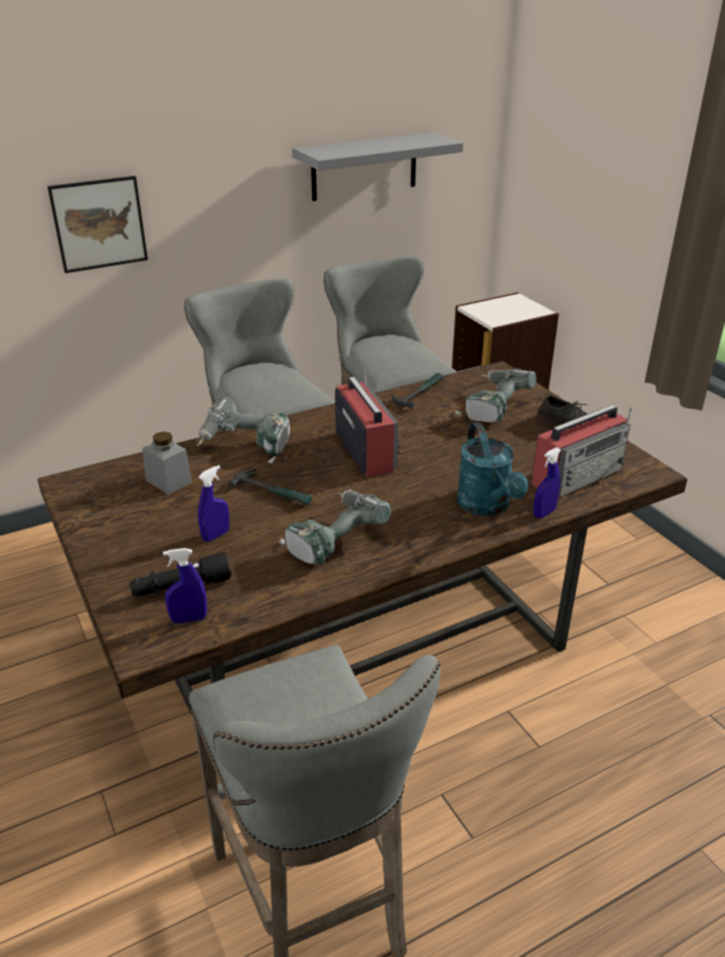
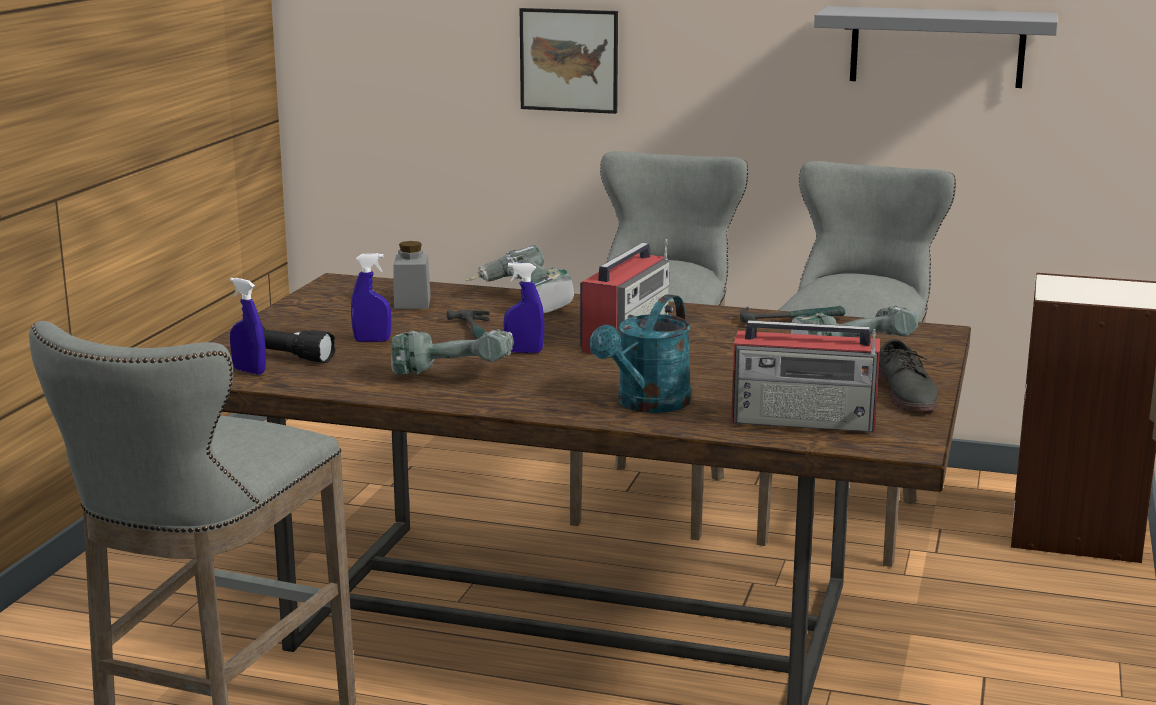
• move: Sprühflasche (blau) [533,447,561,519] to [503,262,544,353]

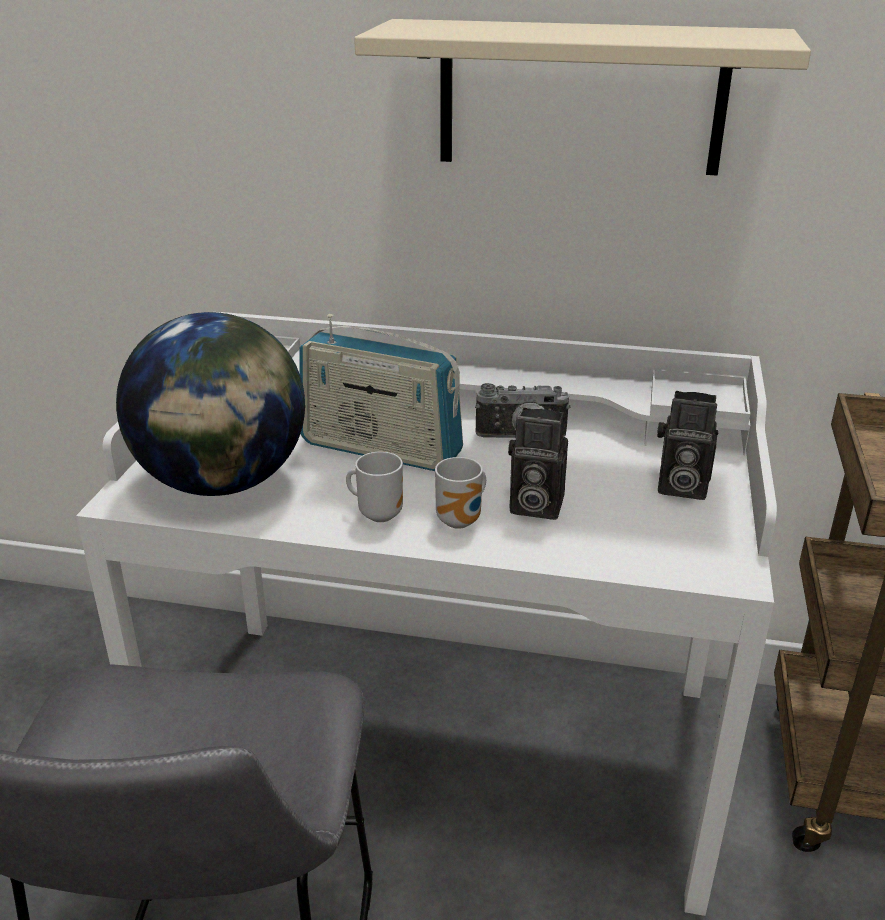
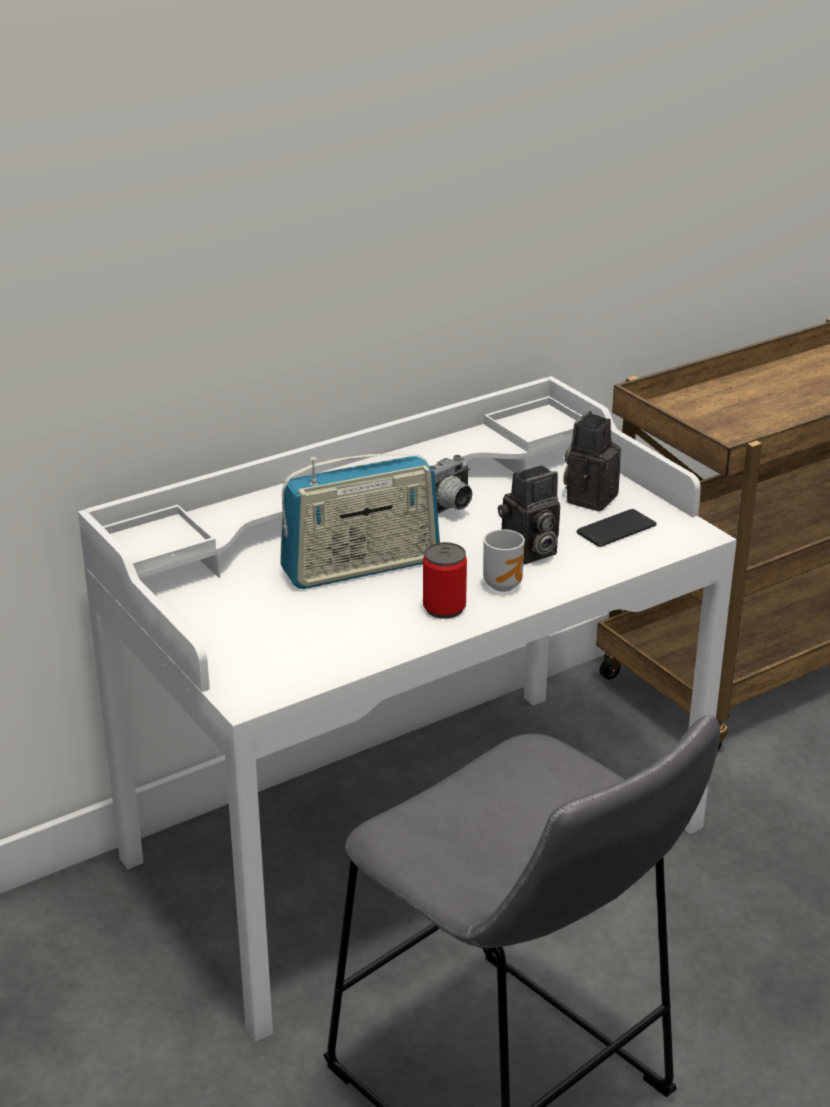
• delete: Globus [116,312,305,496]
• delete: Wandregal (beige) [354,19,811,176]
• insert: Handy [577,509,657,547]
• replace: Henkelbecher [346,452,403,522] to Dose [423,542,467,618]
• rotate: Kamera [657,391,719,500] = [563,411,621,511] 150 degrees clockwise

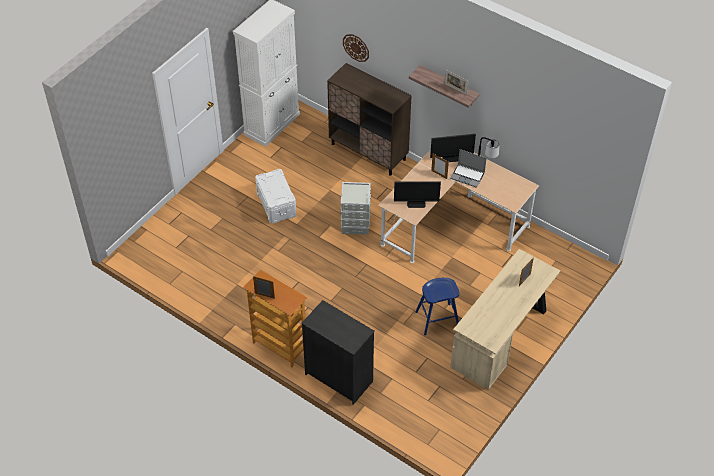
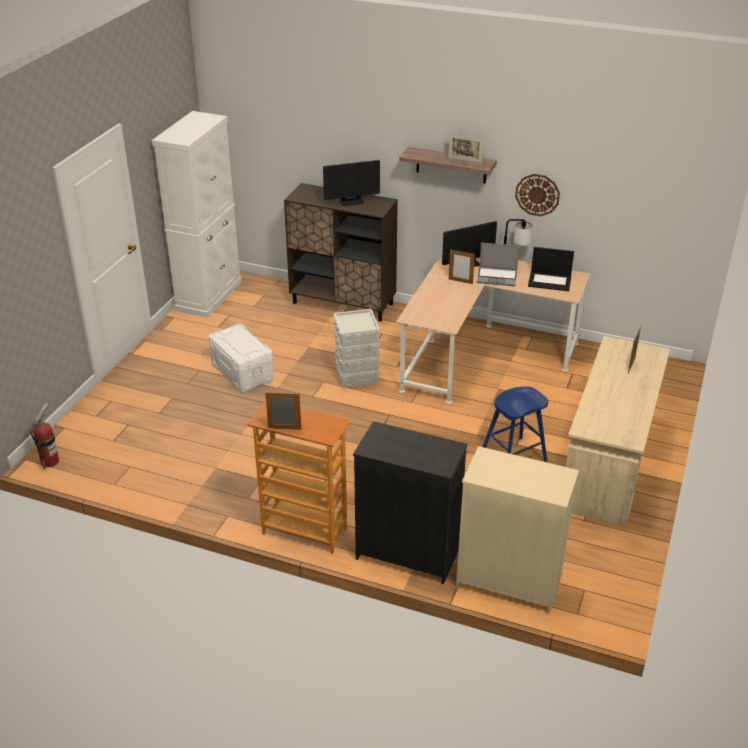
• insert: Feuerlöscher [31,403,59,469]
• insert: Kommode (beige) [456,446,579,614]
• insert: Laptop [528,247,574,291]
• move: Wanduhr [343,34,369,62] to [515,174,560,216]
• move: Monitor [394,181,441,208] to [323,160,380,206]

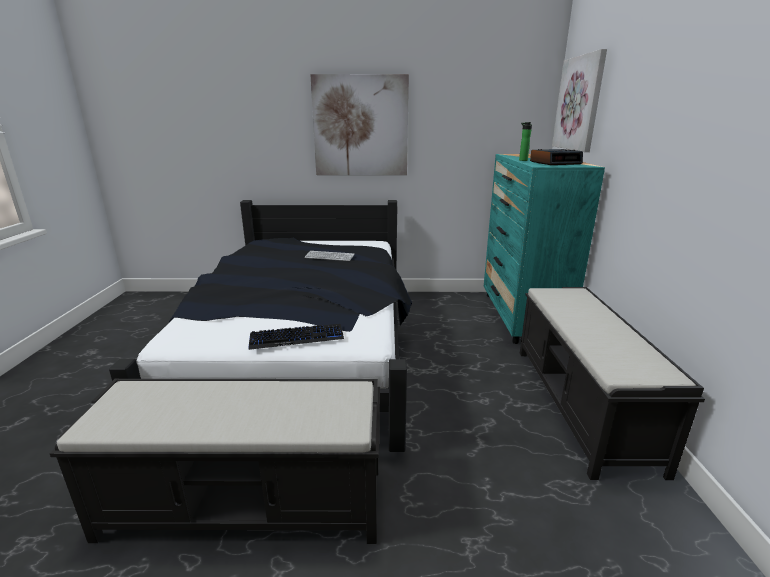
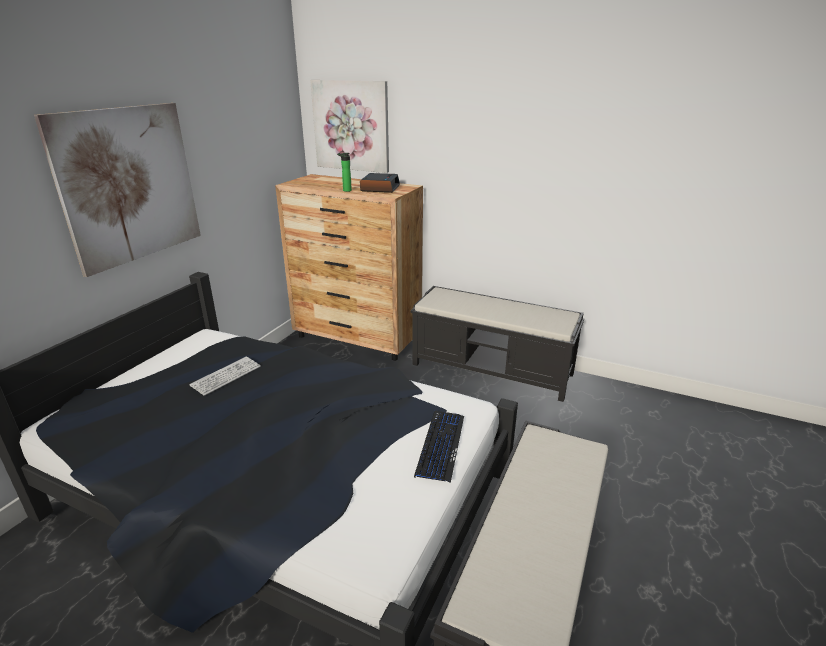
• recolor: Kommode (türkis) [484,154,605,344] to Kommode (braun) [275,174,423,361]

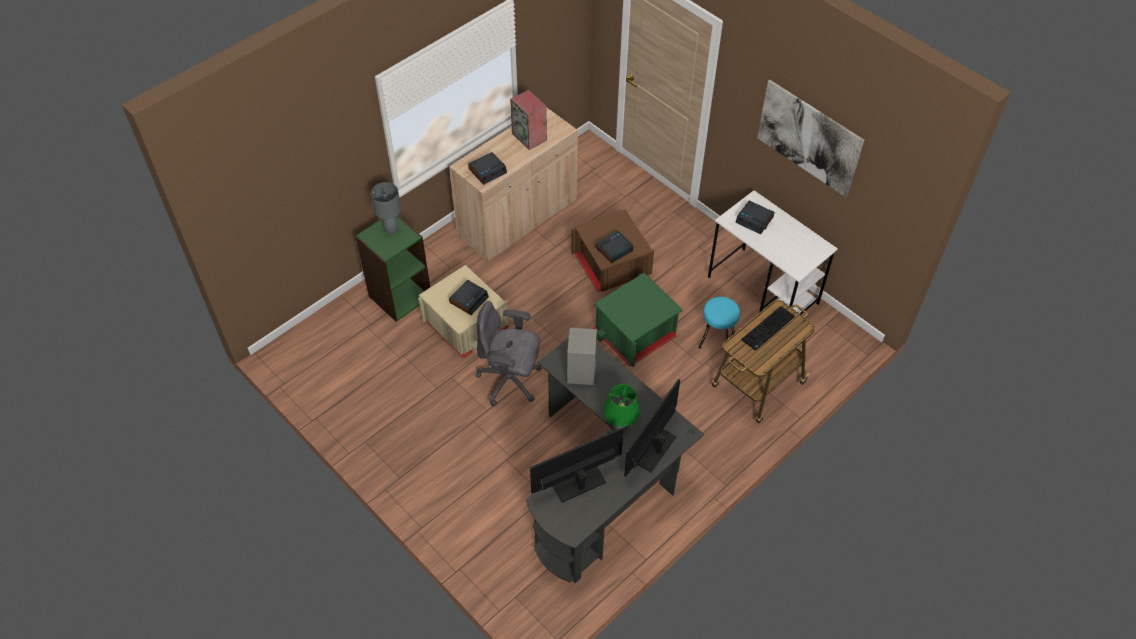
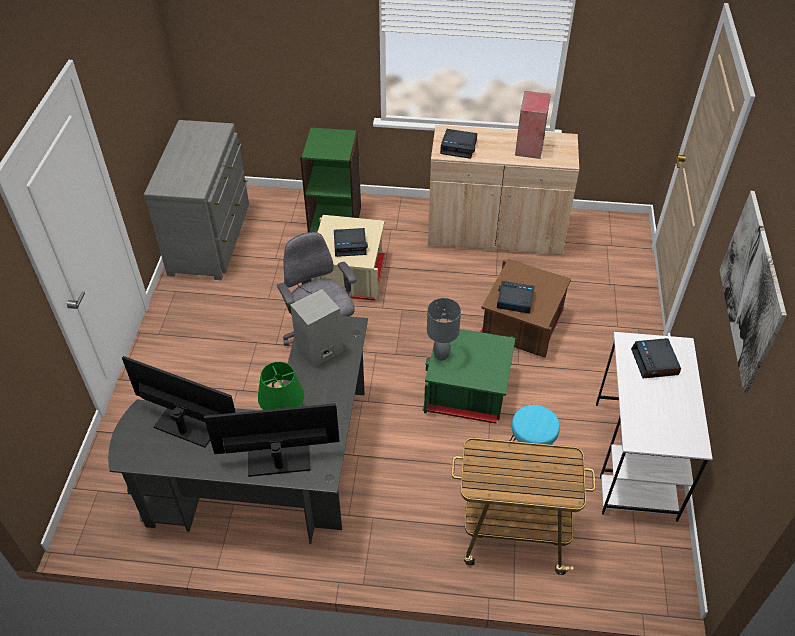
• delete: Tastatur [742,306,795,351]
• insert: Kommode (grau) [144,120,249,280]
• move: Tischlampe (grau) [371,182,401,235] to [427,298,461,361]

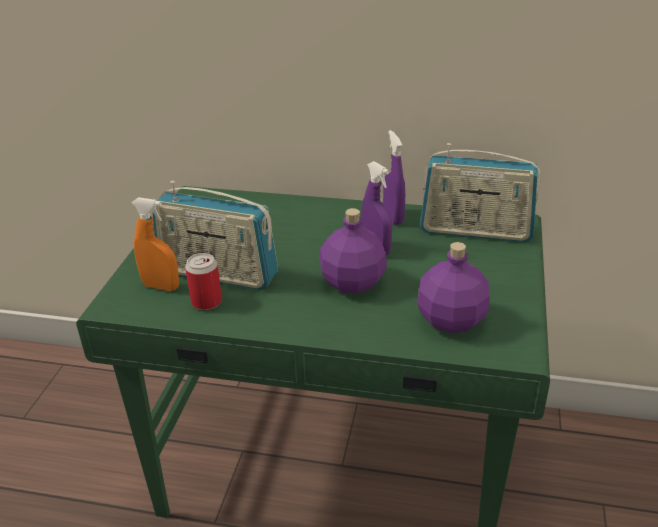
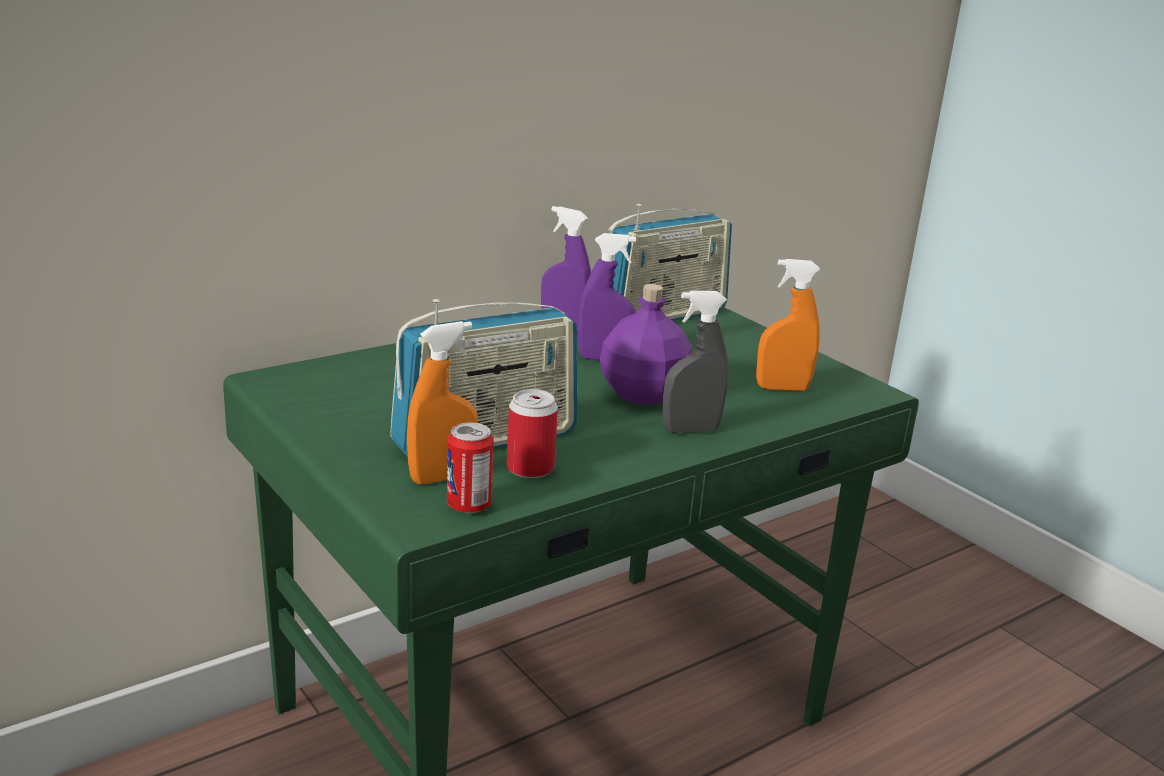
• insert: Dose [447,423,494,514]
• insert: Sprühflasche (grau) [662,291,728,433]
• replace: Flasche (lila) [418,242,490,333] to Sprühflasche (orange) [756,259,820,391]

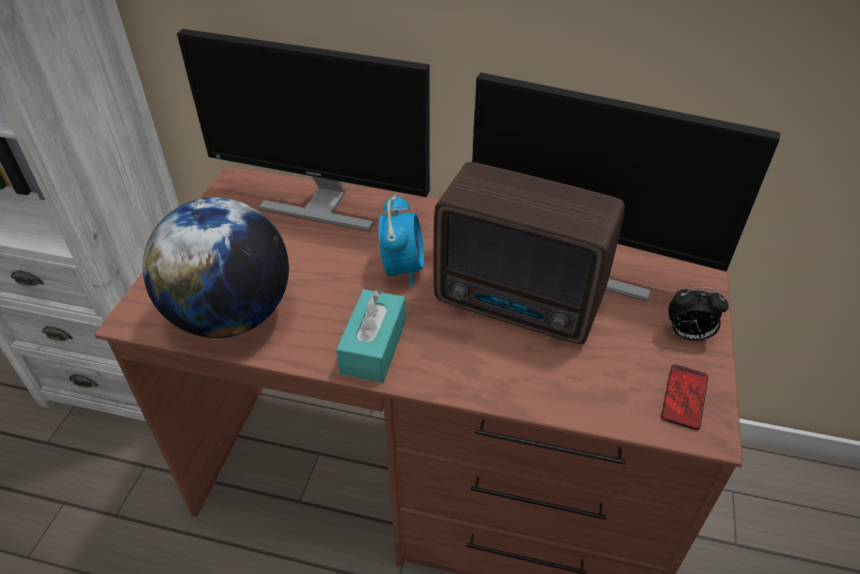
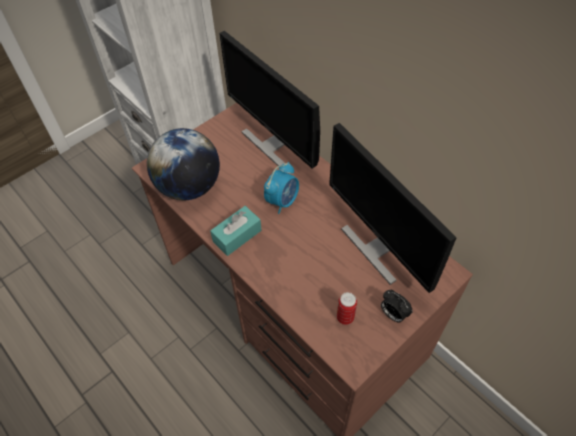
• delete: Radio [434,162,625,344]
• delete: Handy [661,365,708,430]
• insert: Dose [337,292,357,325]

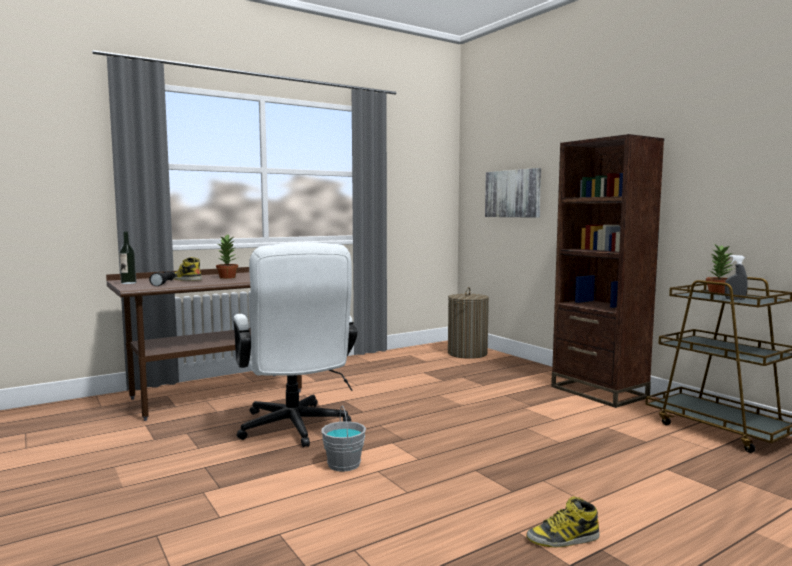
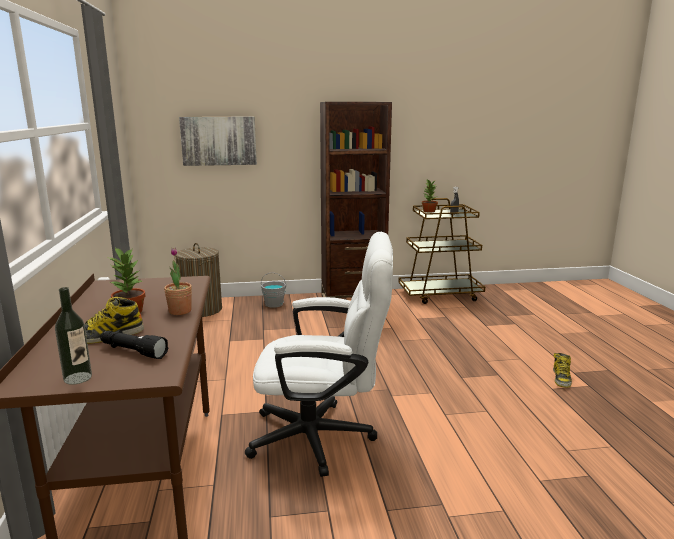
• insert: Topfpflanze [164,247,192,315]
• move: Eimer (grau) [321,406,366,472] to [261,273,286,308]

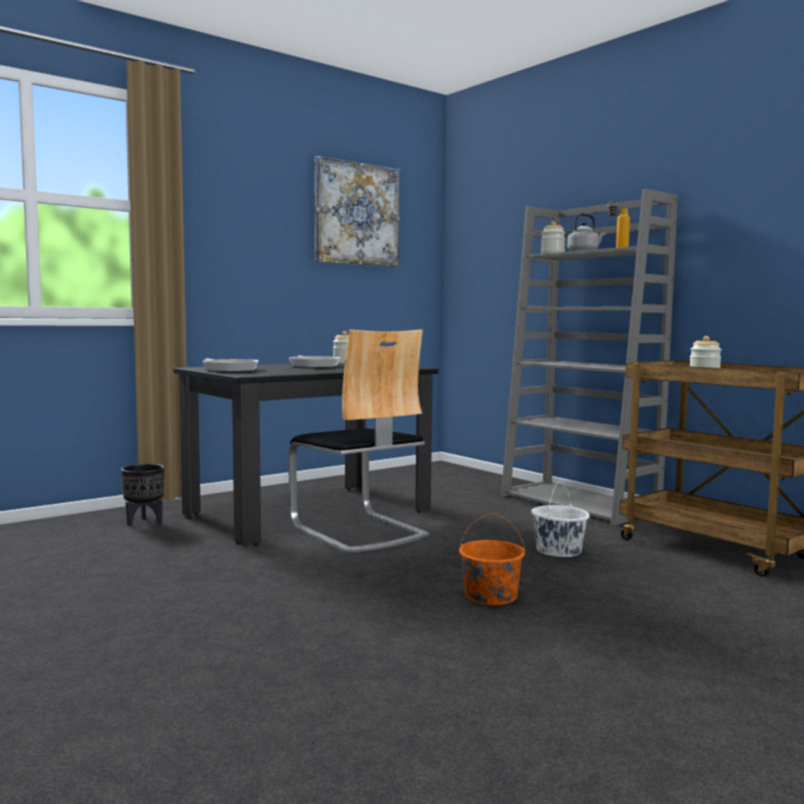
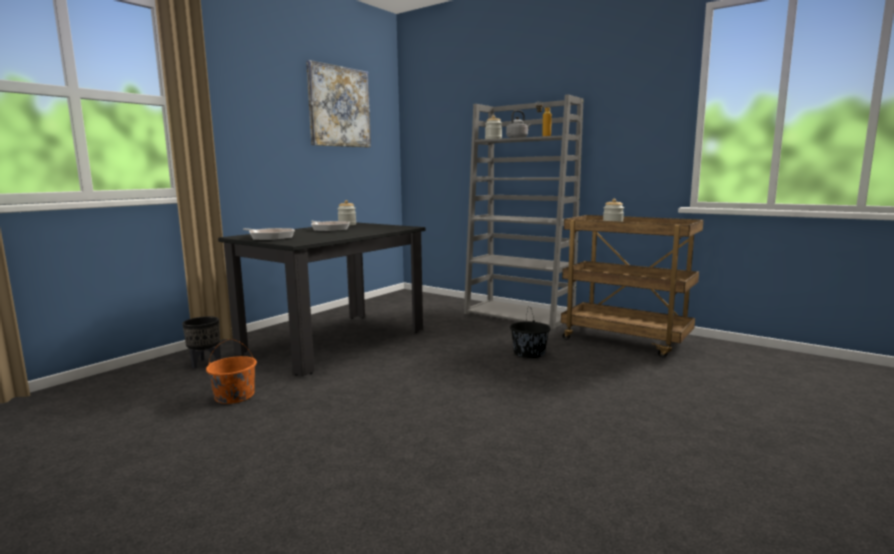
• delete: Stuhl [288,329,430,553]
• move: Eimer (orange) [459,513,525,605] to [206,339,257,404]
• recolor: Eimer (weiß) [531,482,590,557] to Eimer (schwarz) [510,306,551,358]

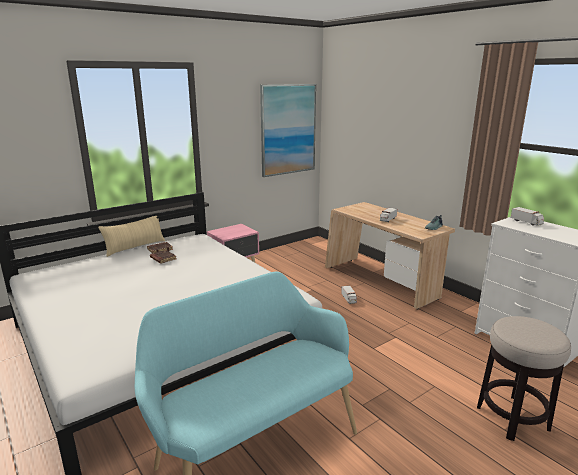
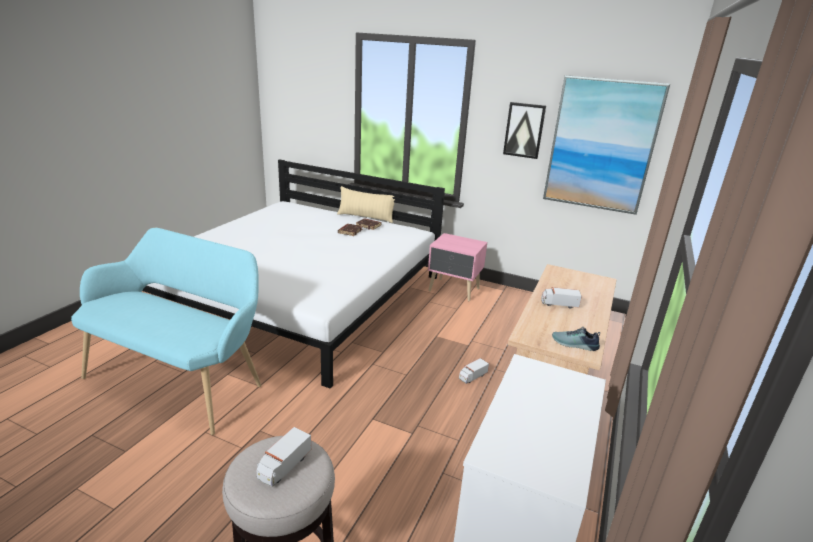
• insert: Bild [503,102,546,159]
• move: Spielzeuglaster [511,207,544,226] to [257,427,311,487]

